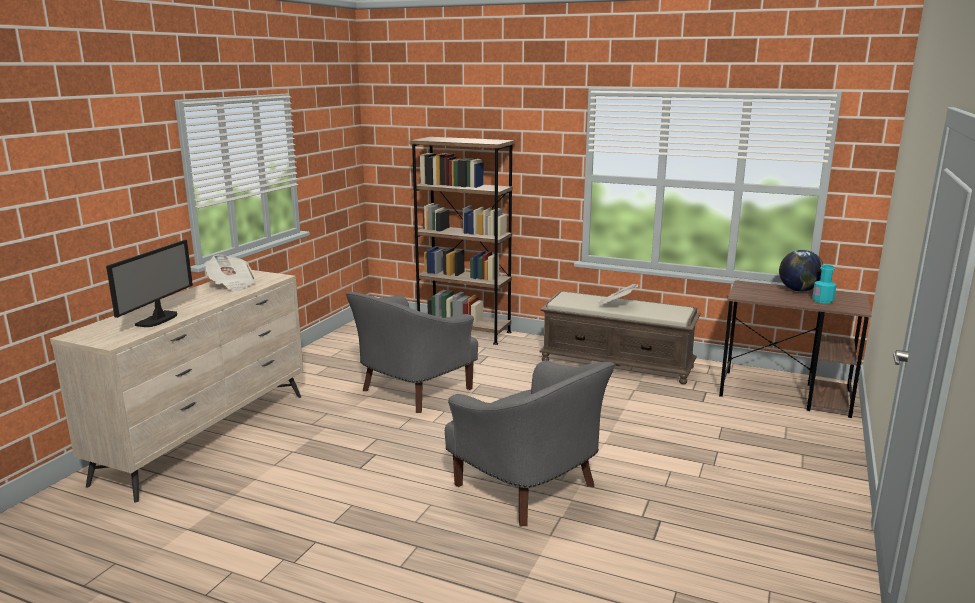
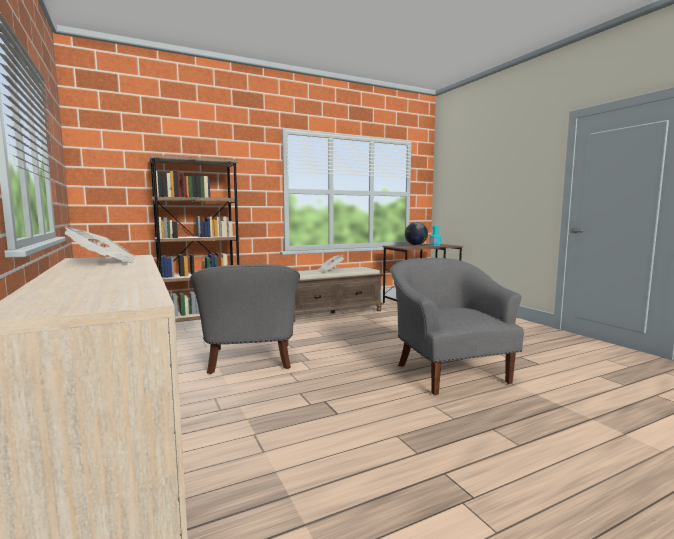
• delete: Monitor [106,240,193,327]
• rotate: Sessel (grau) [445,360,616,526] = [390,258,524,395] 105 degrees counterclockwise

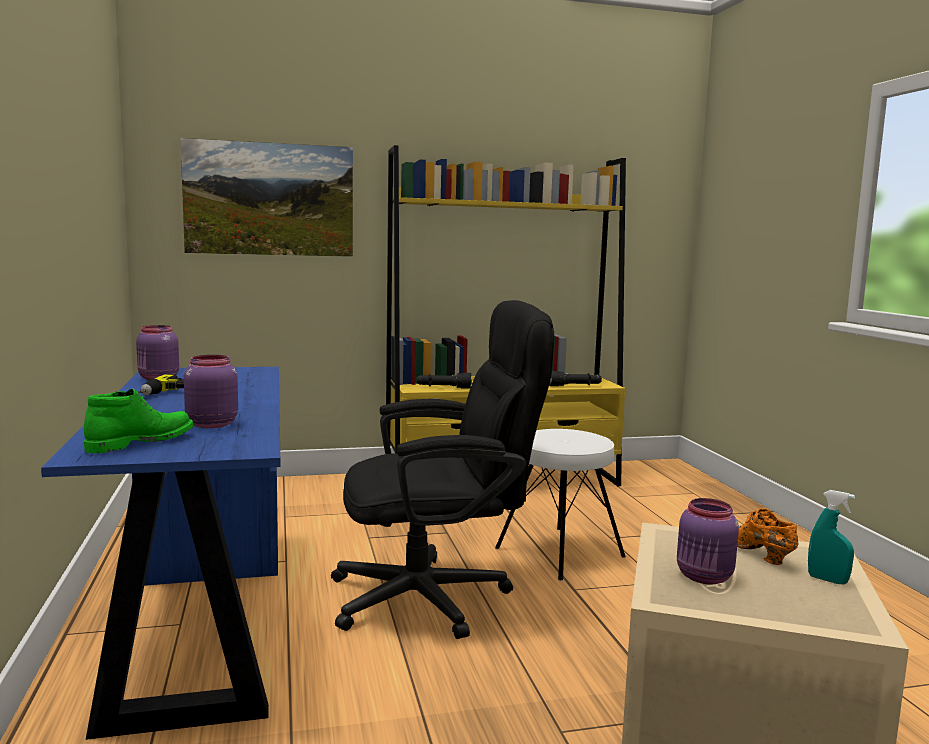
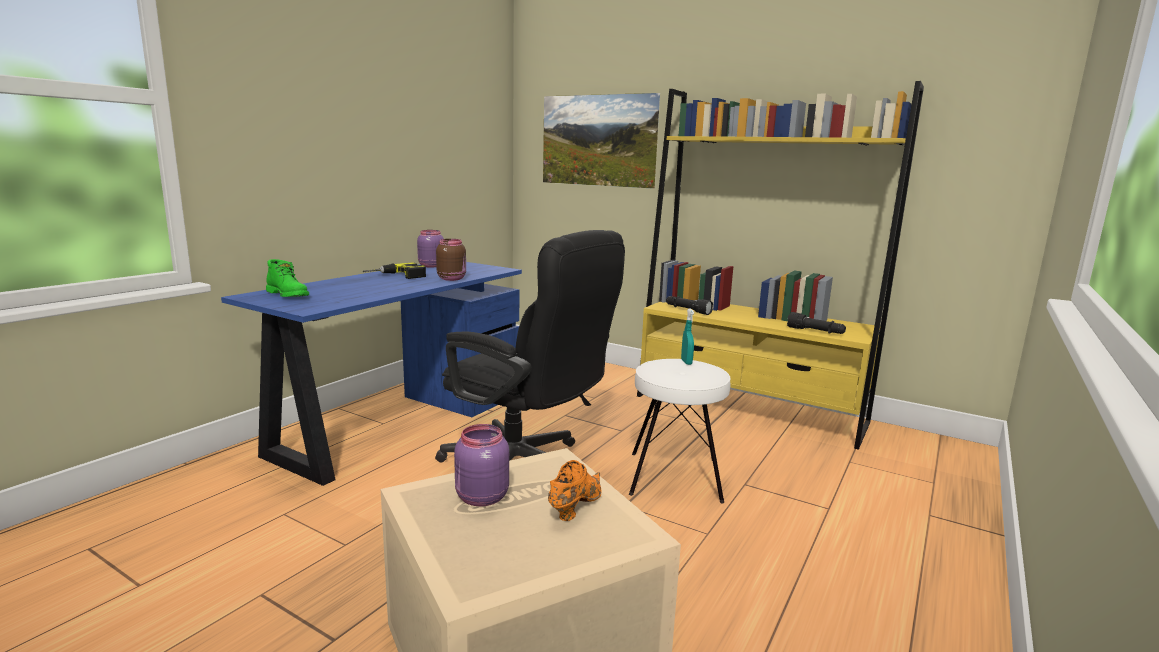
• delete: Vorratsglas (lila) [184,355,238,428]
• insert: Vorratsglas (braun) [436,239,466,281]
• move: Sprühflasche (türkis) [808,490,855,584] to [681,308,694,365]
• rotate: Stiefel (grün) [84,388,194,453] = [266,259,309,297] 45 degrees clockwise

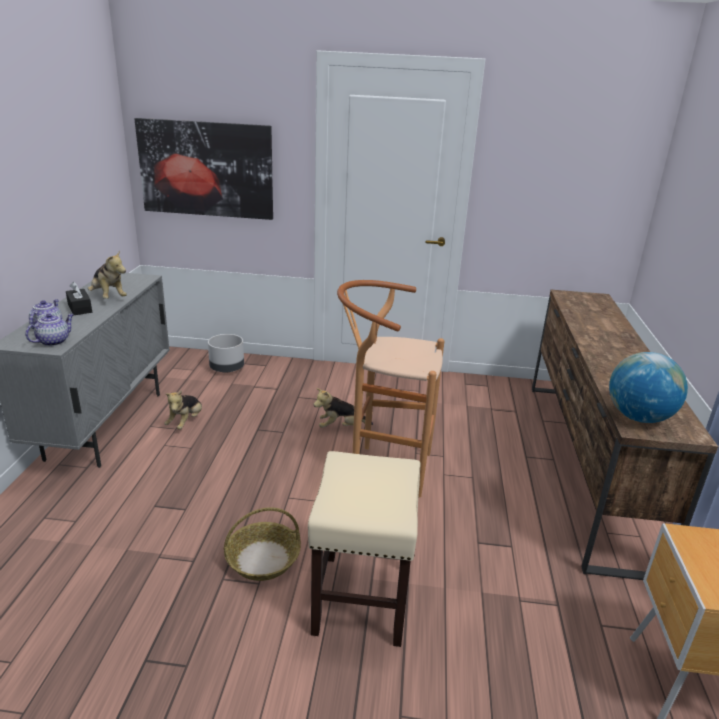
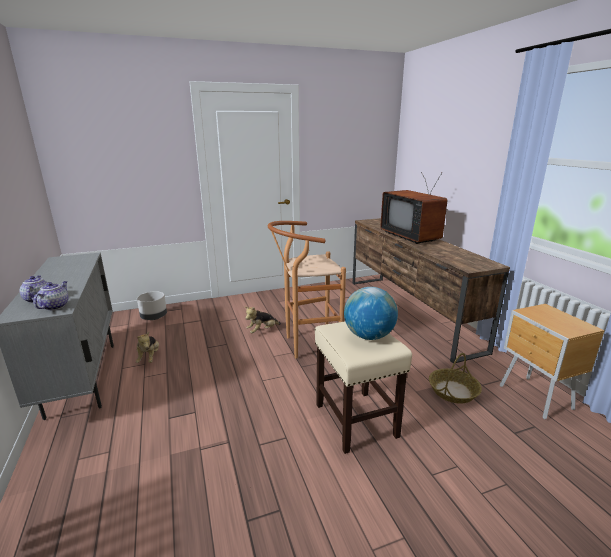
• delete: Taschentuchbox (schwarz) [66,282,92,315]
• delete: Plüschtier [88,250,127,299]
• delete: Bild [135,118,273,220]
• insert: Fernseher [380,172,448,244]
• move: Korb [224,507,301,581] to [429,353,482,404]
• move: Globus [609,352,688,423] to [344,287,398,340]

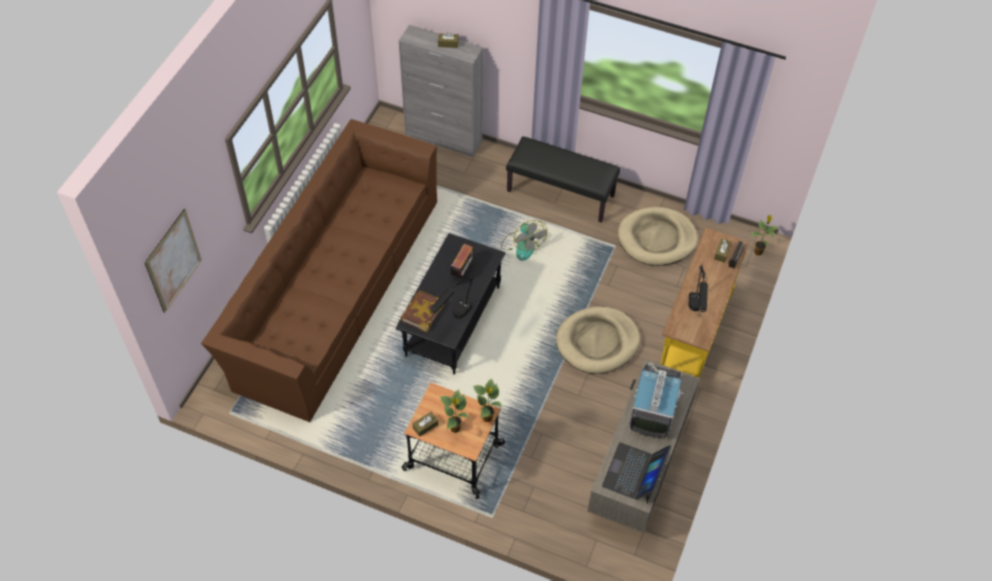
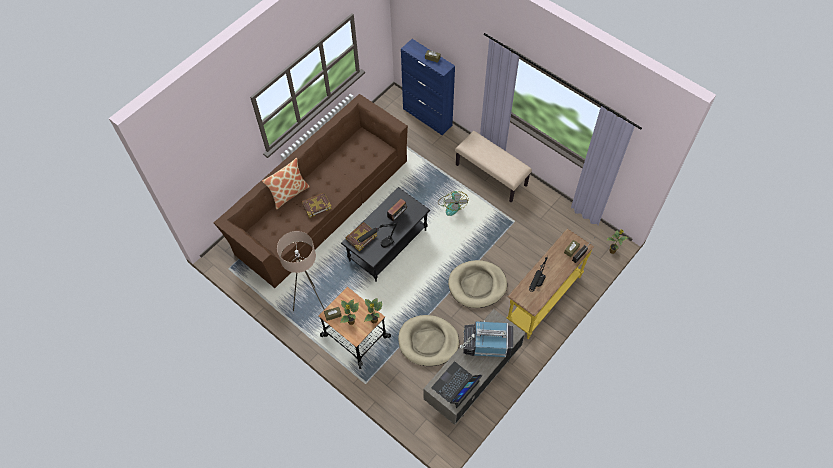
• delete: Bild [145,209,201,313]
• insert: Kissen [262,158,310,210]
• insert: Stehlampe (beige) [277,231,324,311]
• insert: Buch [302,193,332,218]
• move: Hundebett (beige) [618,207,698,266] to [398,315,459,366]
• recolor: Schrank (grau) [399,25,483,157] to Schrank (blau) [401,39,455,135]
• recolor: Bank (schwarz) [506,136,620,223] to Bank (beige) [455,131,532,202]
• rotate: Fernseher [629,363,683,438] = [460,320,513,357] 120 degrees counterclockwise

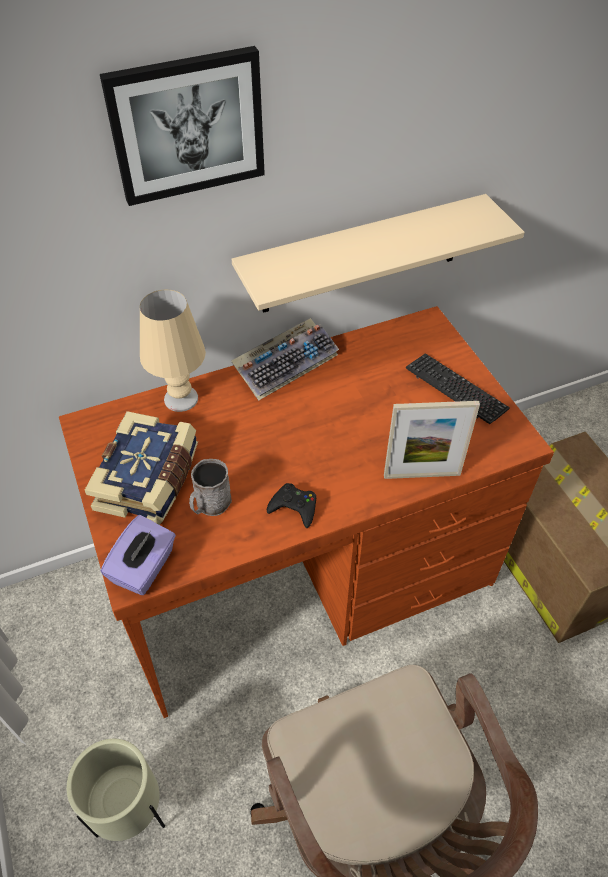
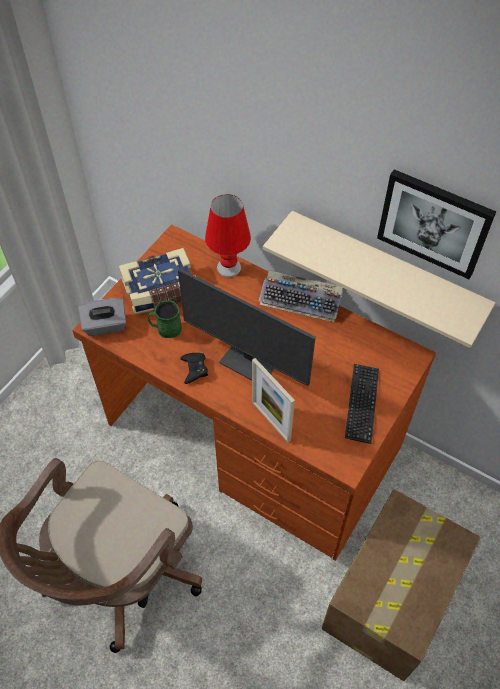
• delete: Pflanzkübel (beige) [67,739,165,841]
• insert: Monitor [178,268,316,386]
• move: Bild [100,46,265,206] to [377,169,496,279]
• recolor: Taschentuchbox (lila) [101,515,176,595] to Taschentuchbox (grau) [78,298,126,336]
• recolor: Tischlampe (beige) [140,290,206,412] to Tischlampe (rot) [205,194,251,277]
• recolor: Henkelbecher (grau) [189,459,232,516] to Henkelbecher (grün) [148,301,182,338]

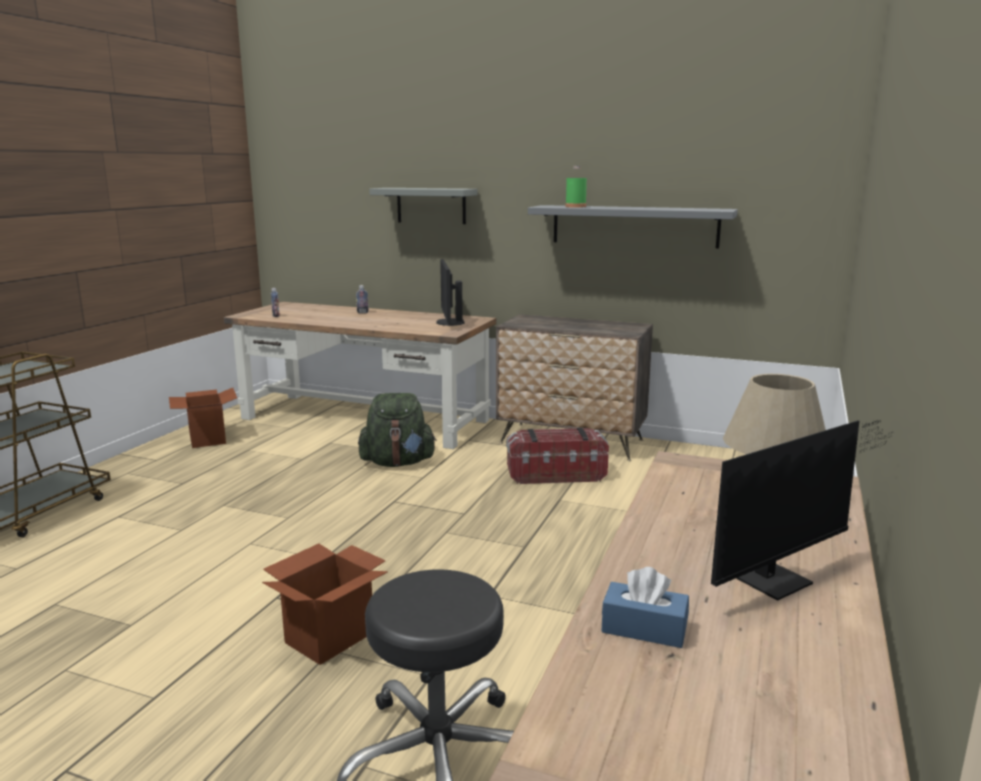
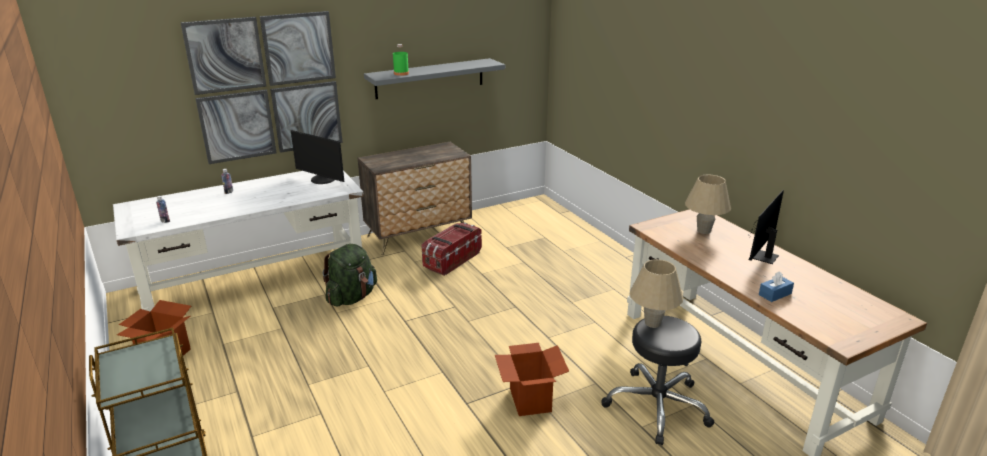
• insert: Tischlampe (beige) [630,259,683,328]
• replace: Wandregal (grau) [369,188,478,224] to Bild [180,11,343,164]
• recolor: Schreibtisch (braun) [224,302,496,449] to Schreibtisch (weiß) [113,170,364,312]
• rotate: Monitor [711,420,892,601] = [749,189,784,264] 150 degrees counterclockwise

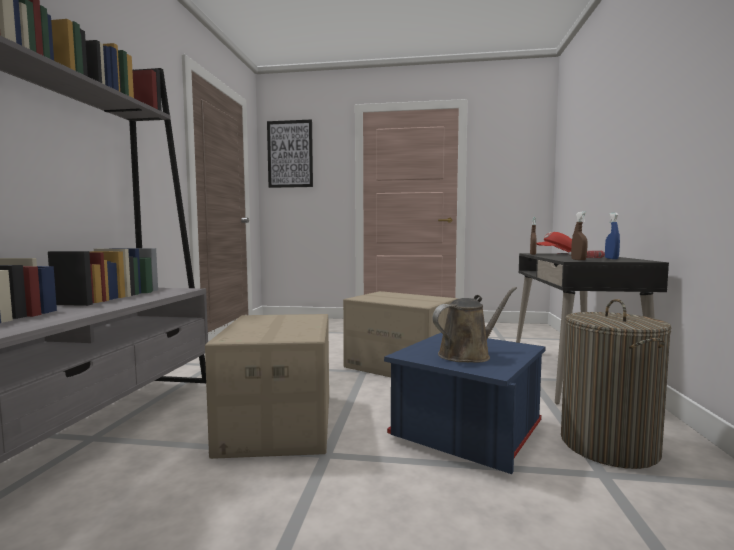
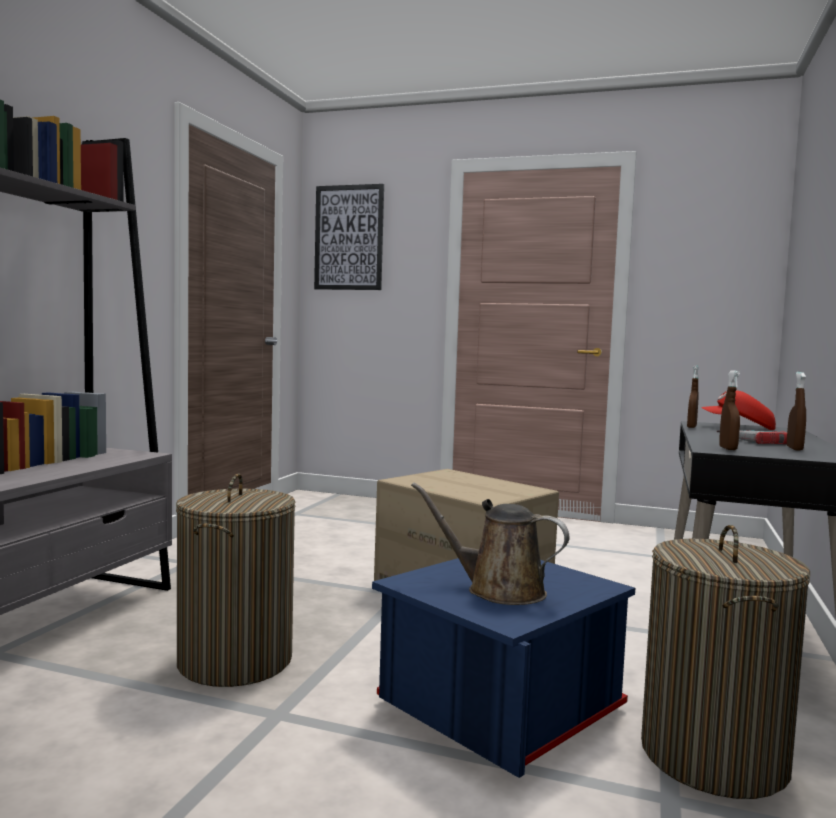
• replace: Karton [205,314,329,459] to Wäschekorb [176,474,296,687]
• recolor: Sprühflasche (blau) [605,213,620,259] to Sprühflasche (braun) [787,372,806,451]
• rotate: Gießkanne (braun) [433,287,517,363] = [411,482,570,605] 135 degrees counterclockwise

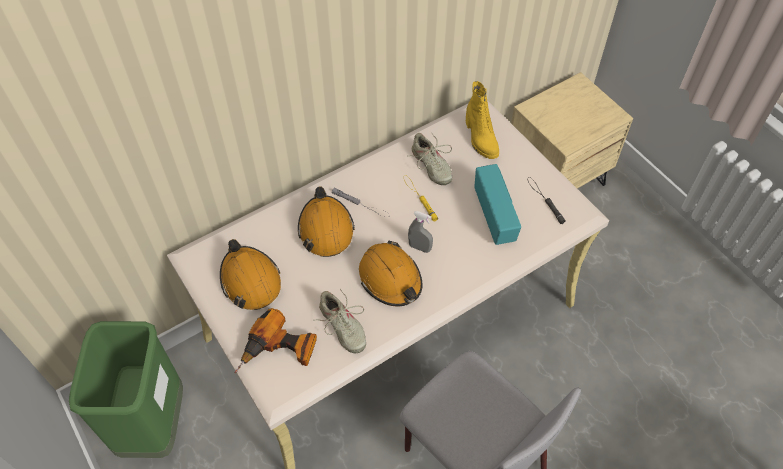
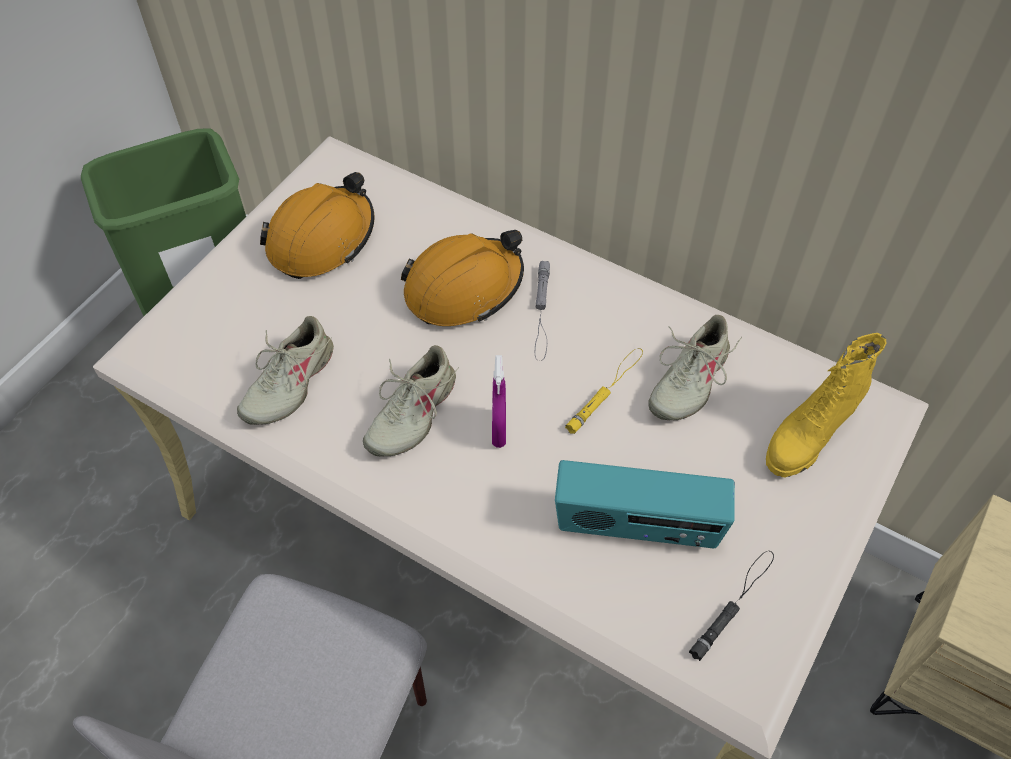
• delete: Bohrmaschine [235,308,317,373]
• replace: Schutzhelm (orange) [359,240,423,306] to Schuh (beige) [363,345,459,457]
• recolor: Sprühflasche (grau) [408,211,433,253] to Sprühflasche (lila) [492,355,506,448]
• rotate: Radio [474,164,521,245] = [555,460,735,548] 45 degrees clockwise

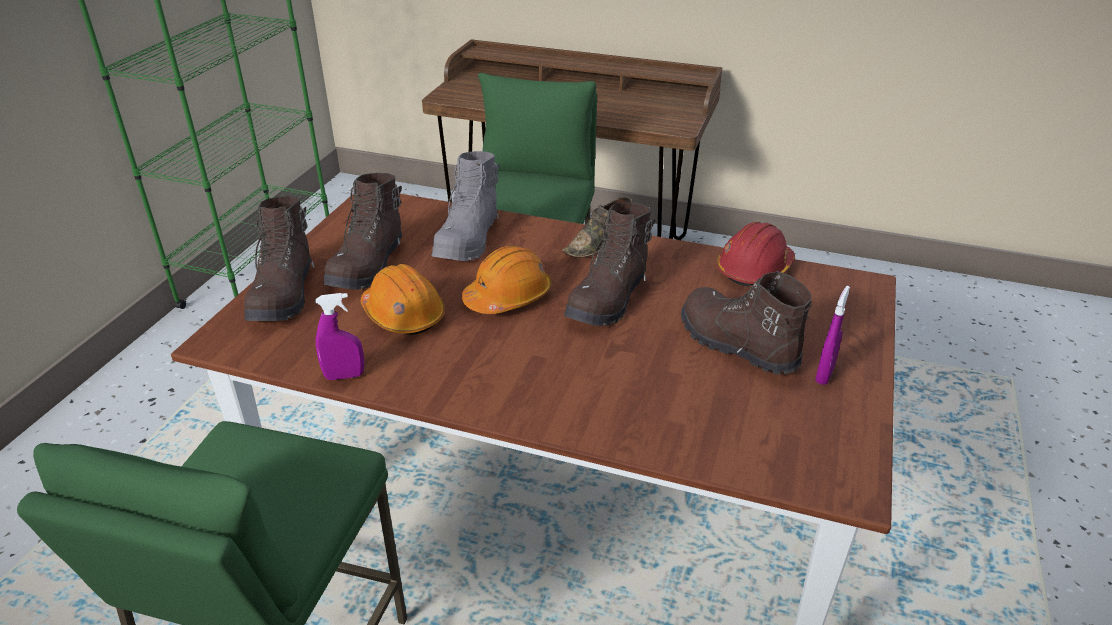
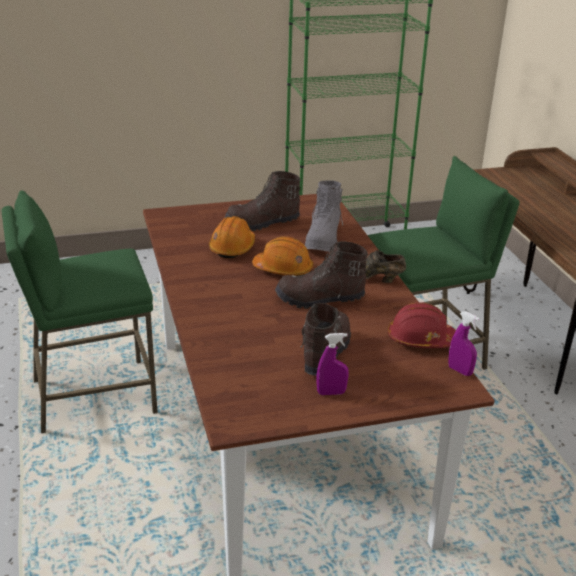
• delete: Stiefel (braun) [244,196,315,321]
• move: Sprühflasche (lila) [315,293,364,380] to [448,311,480,376]
• rotate: Stiefel (grau) [431,151,500,261] = [305,180,343,252] 60 degrees counterclockwise

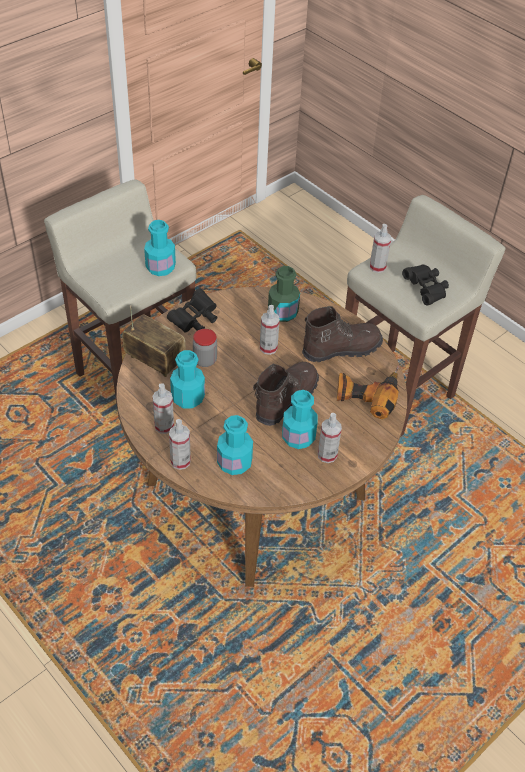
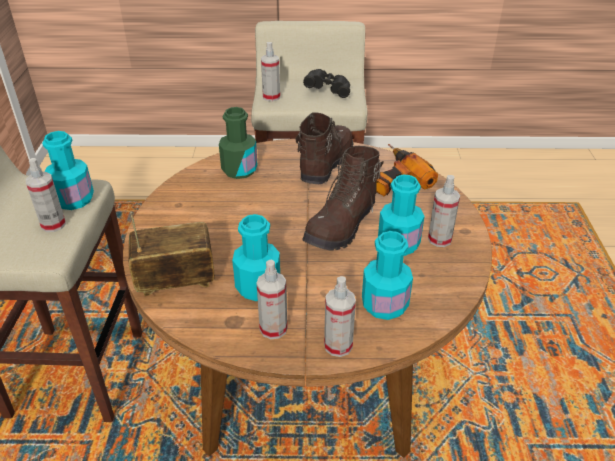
• delete: Fernglas (schwarz) [167,288,217,333]
• delete: Vorratsglas [193,329,217,367]
• move: Sprühflasche [260,305,280,355] to [26,158,66,232]
• rotate: Stiefel (braun) [253,362,319,426] = [302,146,384,251] 135 degrees counterclockwise

